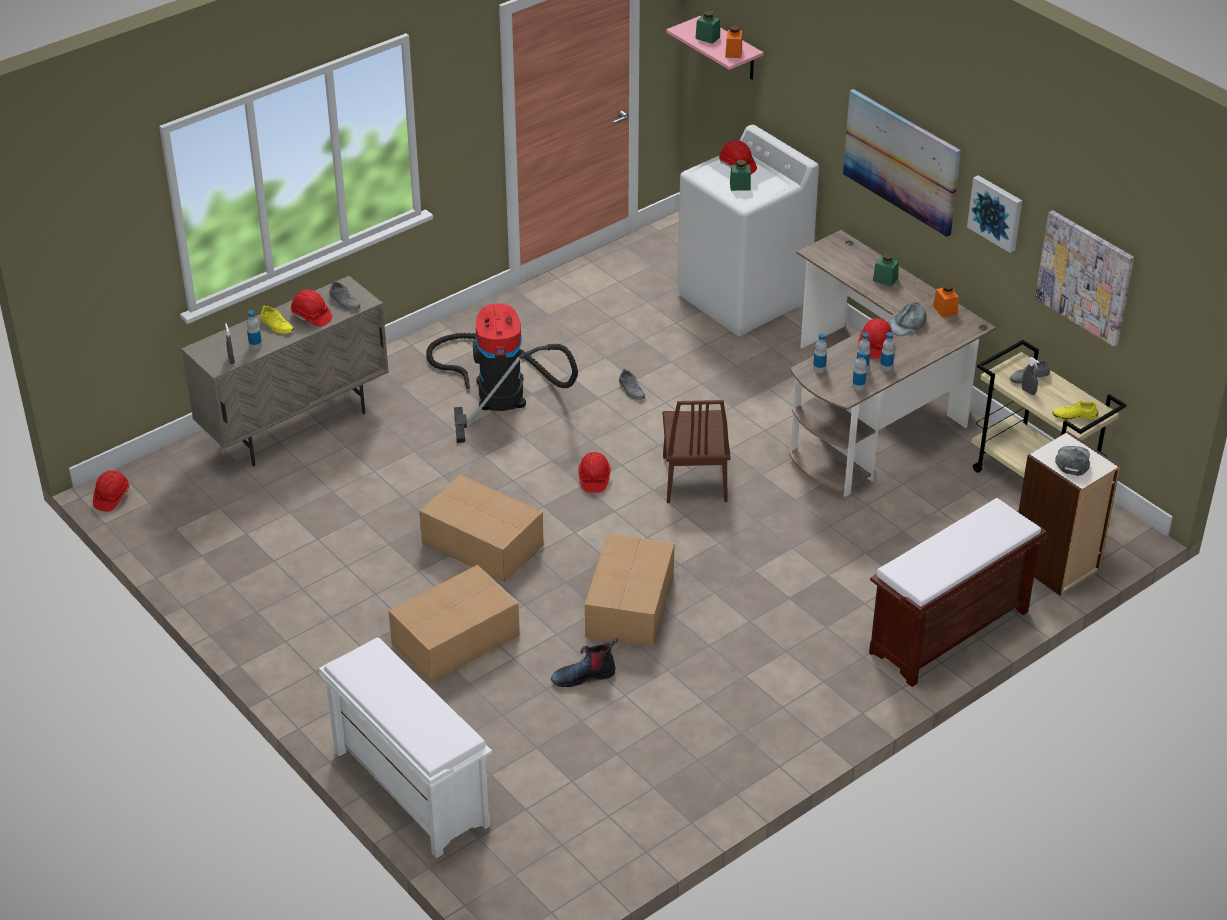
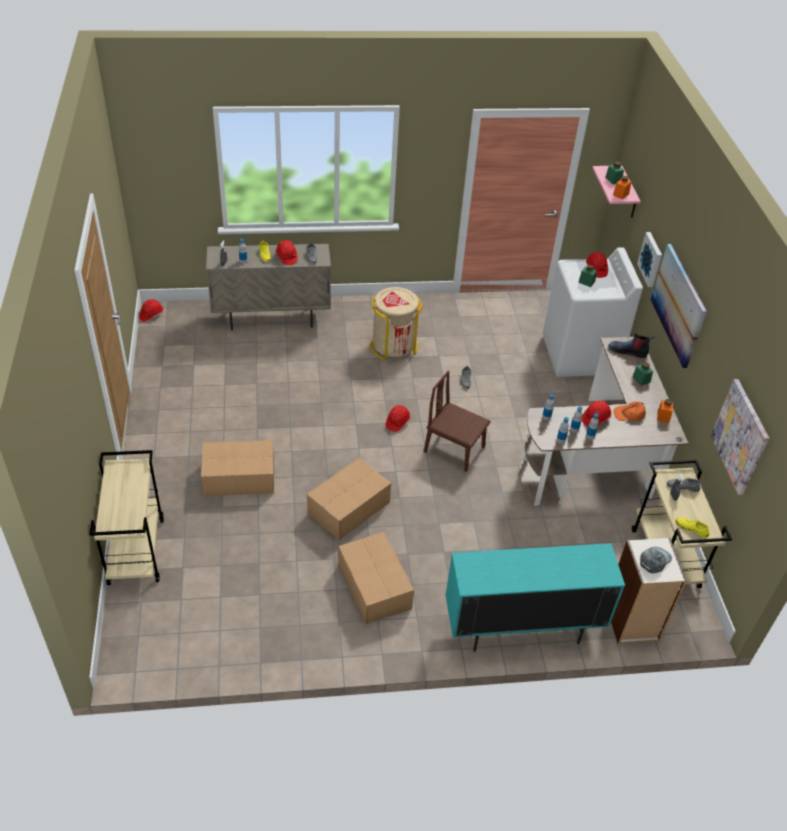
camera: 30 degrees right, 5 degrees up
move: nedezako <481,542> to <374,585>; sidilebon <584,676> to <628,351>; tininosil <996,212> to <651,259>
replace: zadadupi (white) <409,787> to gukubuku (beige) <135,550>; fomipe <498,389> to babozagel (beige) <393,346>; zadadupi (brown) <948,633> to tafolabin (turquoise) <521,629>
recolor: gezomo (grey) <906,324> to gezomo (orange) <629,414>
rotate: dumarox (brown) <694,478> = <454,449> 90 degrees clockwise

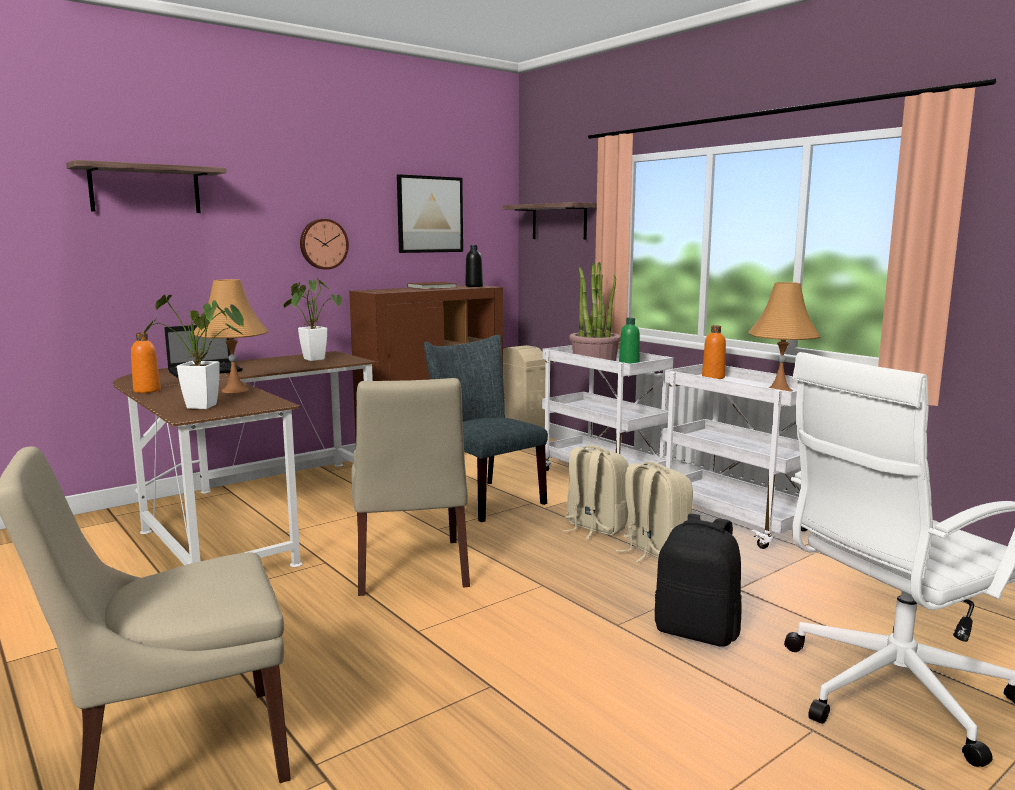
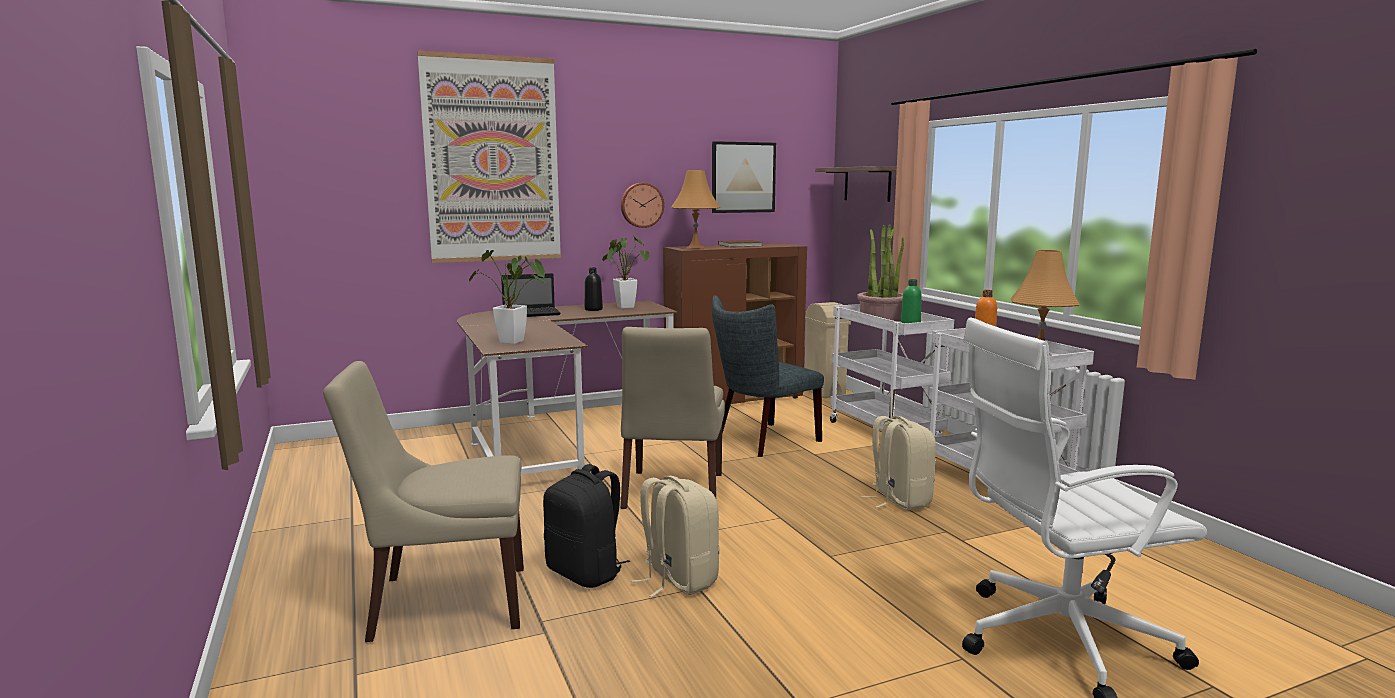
camera: 15 degrees right, 0 degrees up
delete: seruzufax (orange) <147,390>
move: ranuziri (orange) <235,390> to <695,248>; seruzufax (black) <474,286> to <593,309>; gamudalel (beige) <594,528> to <678,580>; gamudalel (black) <697,632> to <586,573>
replace: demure <145,189> to tininosil <492,160>
rotate: dumarox (grey) <482,498> = <762,441> 105 degrees counterclockwise

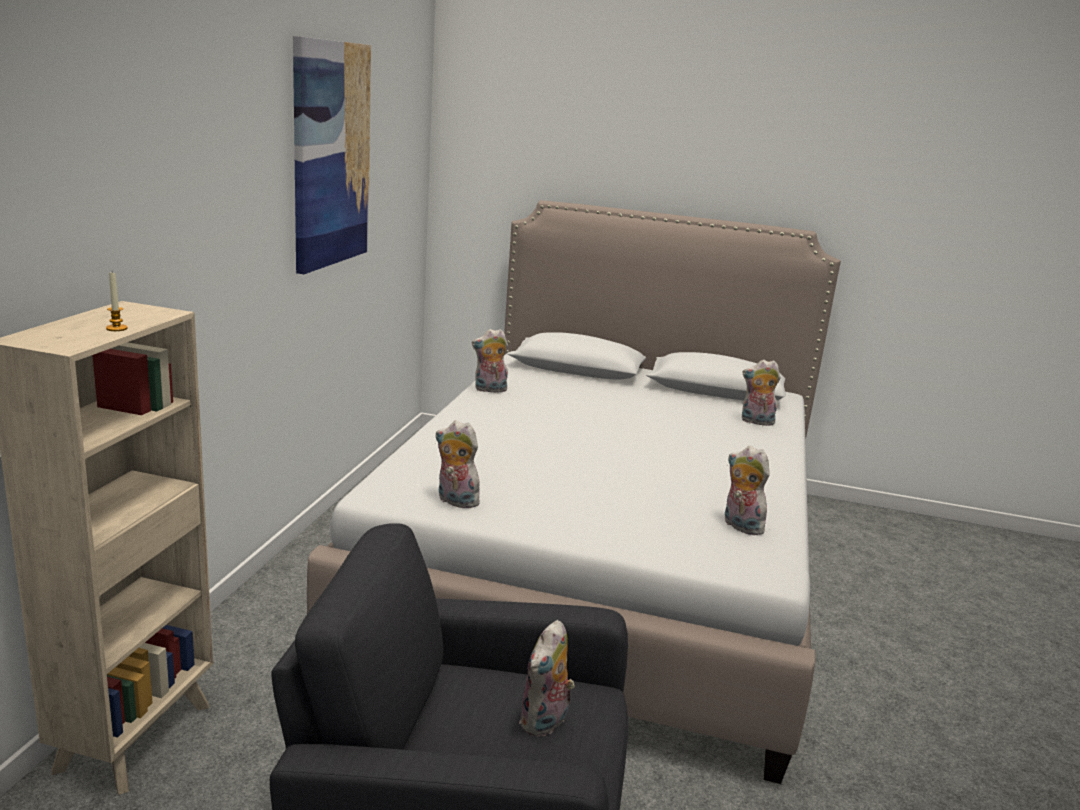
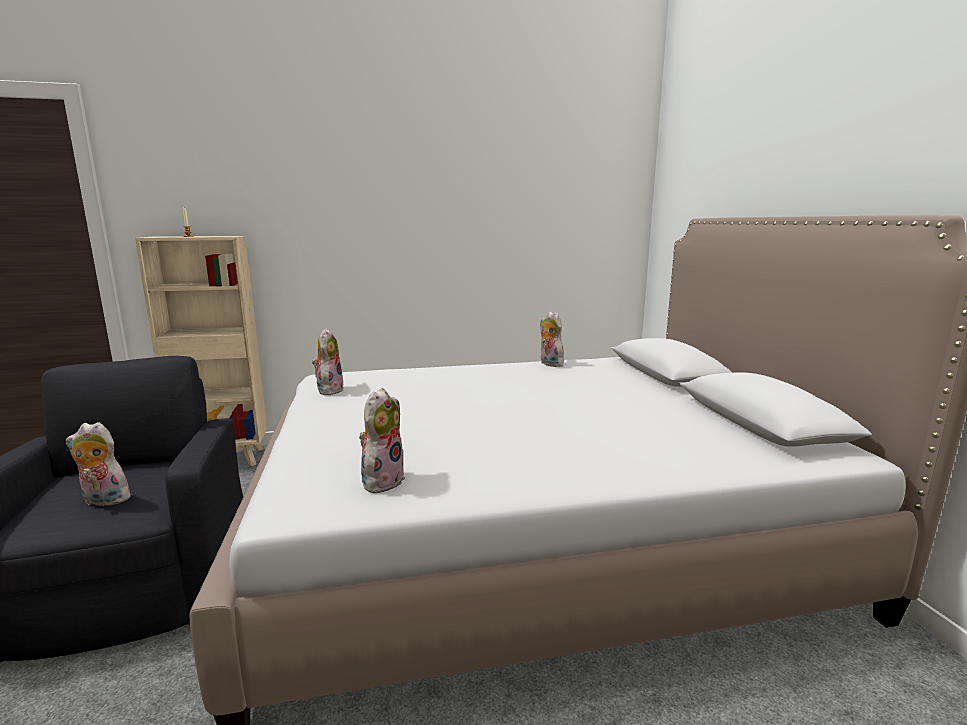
camera: 65 degrees right, 5 degrees down
delete: tininosil <330,155>; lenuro <756,422>

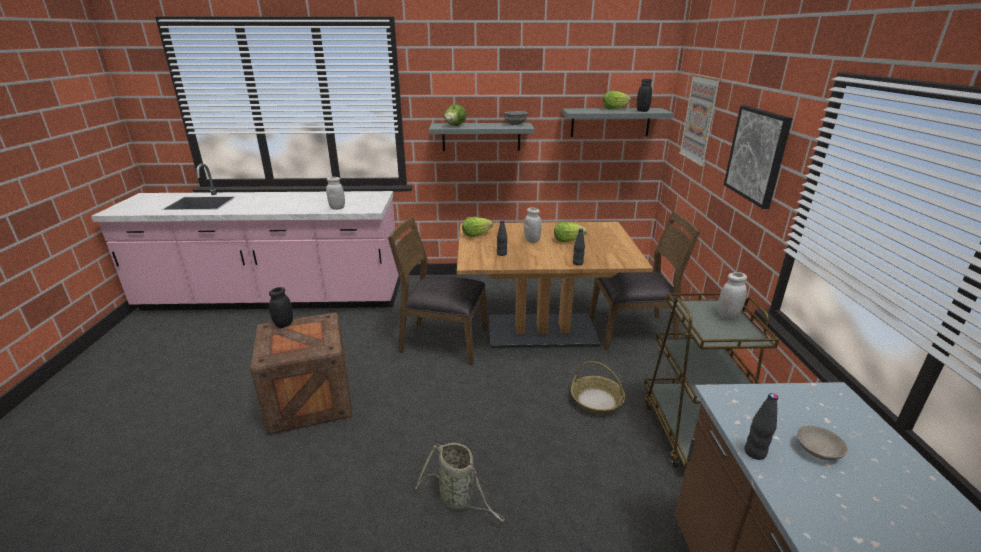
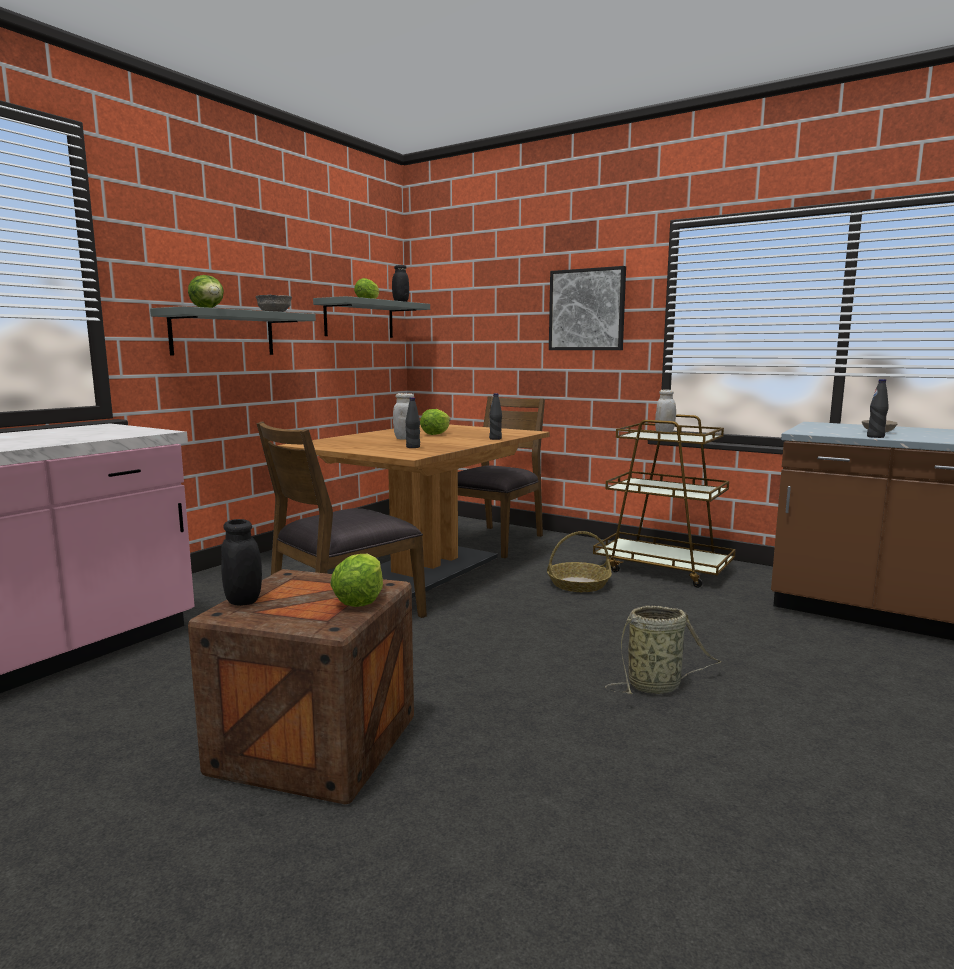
camera: 55 degrees left, 15 degrees down
delete: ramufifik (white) <337,208>; tininosil <699,119>
move: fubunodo <475,235> to <360,600>

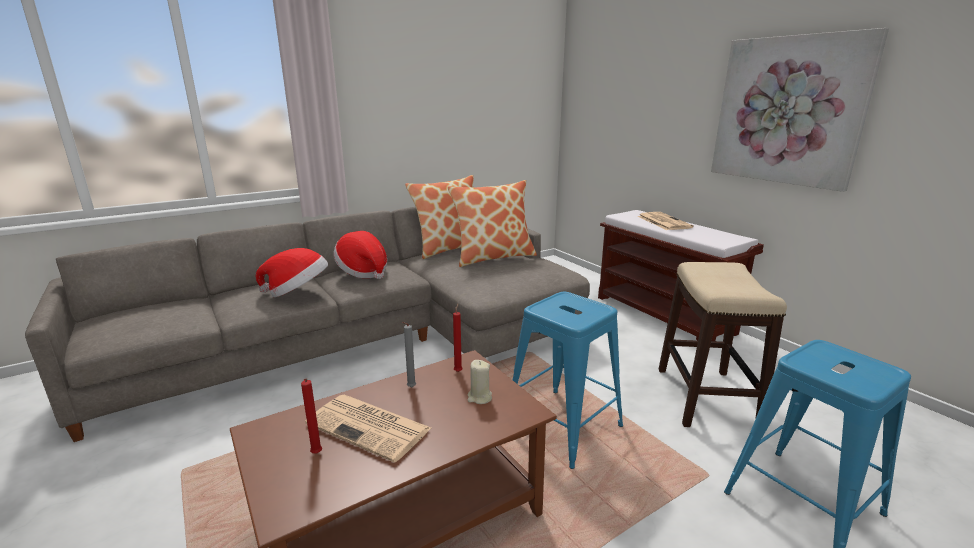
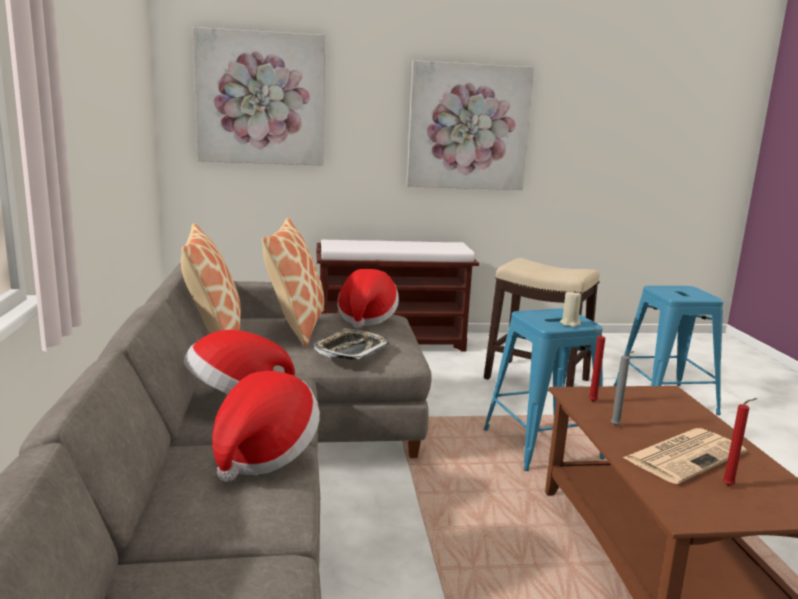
camera: 65 degrees left, 5 degrees down
delete: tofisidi <663,222>
insert: tininosil <260,98>; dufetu <351,350>; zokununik <366,318>
move: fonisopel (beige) <479,397> to <570,323>

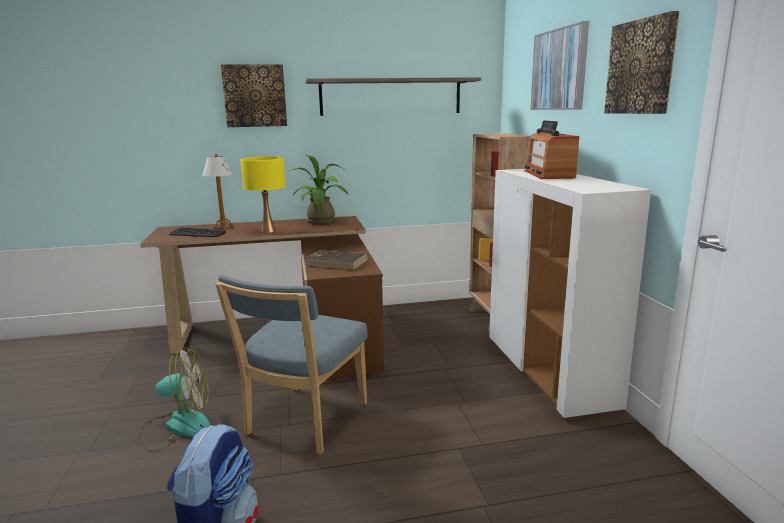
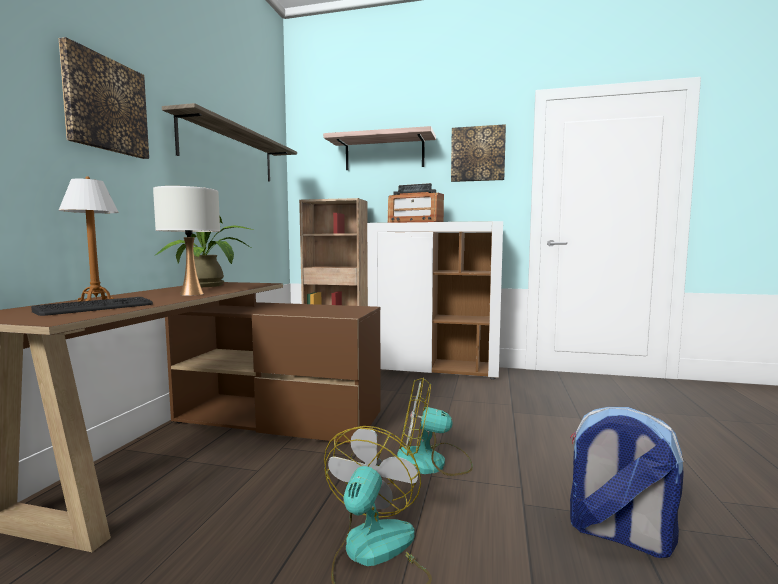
camera: 65 degrees left, 10 degrees down
delete: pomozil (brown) <338,262>
replace: dumarox (blue) <303,421> to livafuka <433,462>; tininosil <559,70> to demure <384,153>
recolor: ranuziri (yellow) <268,231> to ranuziri (white) <191,294>

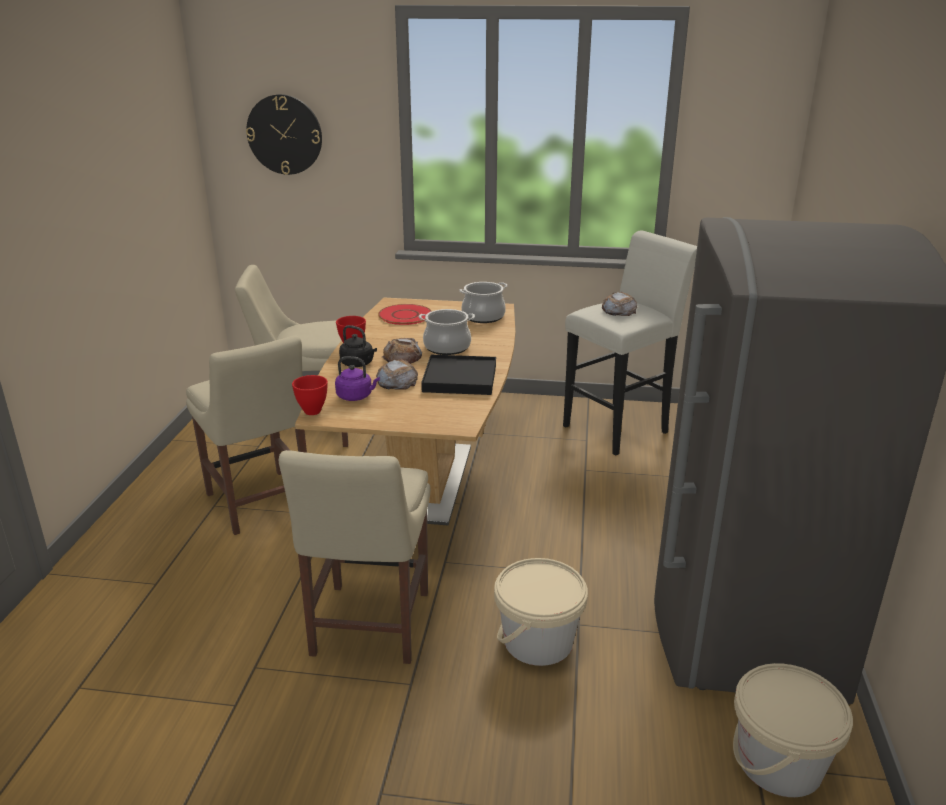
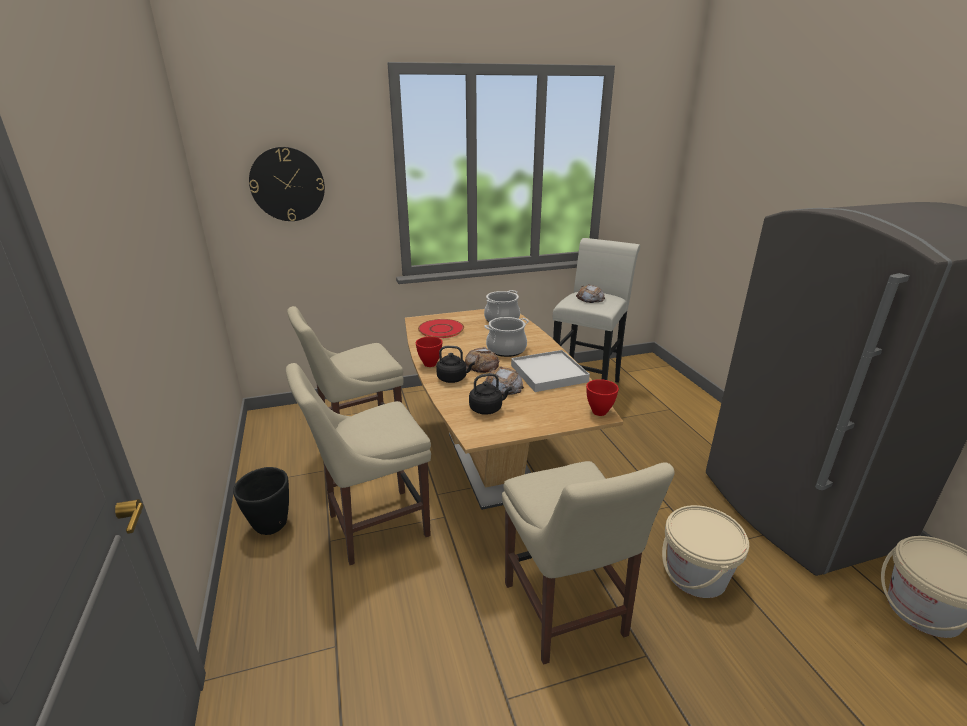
camera: 25 degrees left, 0 degrees up
insert: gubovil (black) <270,525>
move: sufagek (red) <312,411> to <598,411>
recolor: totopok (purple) <356,396> to totopok (black) <487,409>; dufetu (black) <460,378> to dufetu (white) <549,373>
rotate: dumarox (beige) <260,504> = <373,526> 120 degrees clockwise

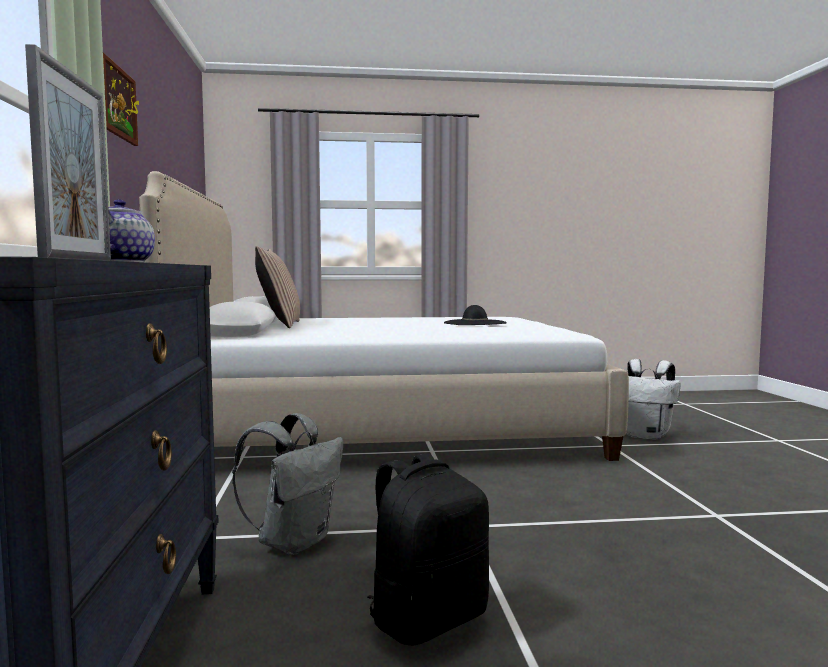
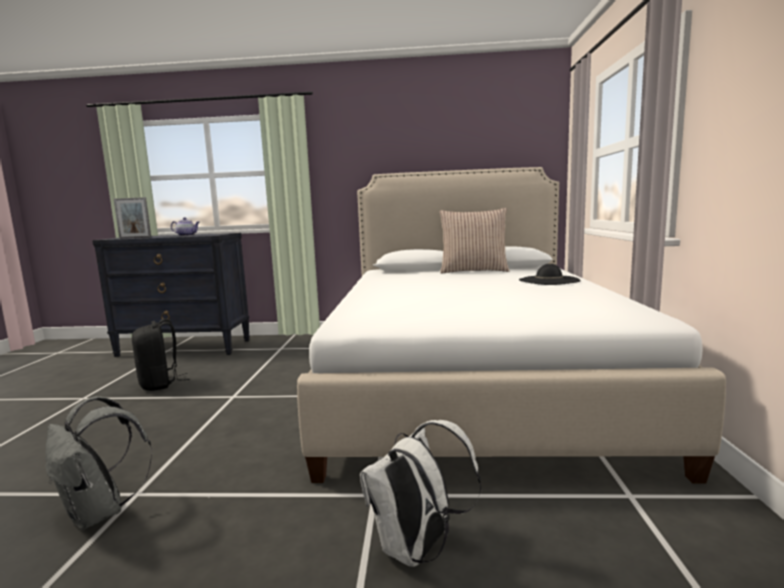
camera: 100 degrees right, 5 degrees up
delete: tininosil <117,102>
move: gamudalel (grey) <294,542> to <100,513>; zokununik (black) <475,323> to <549,280>

